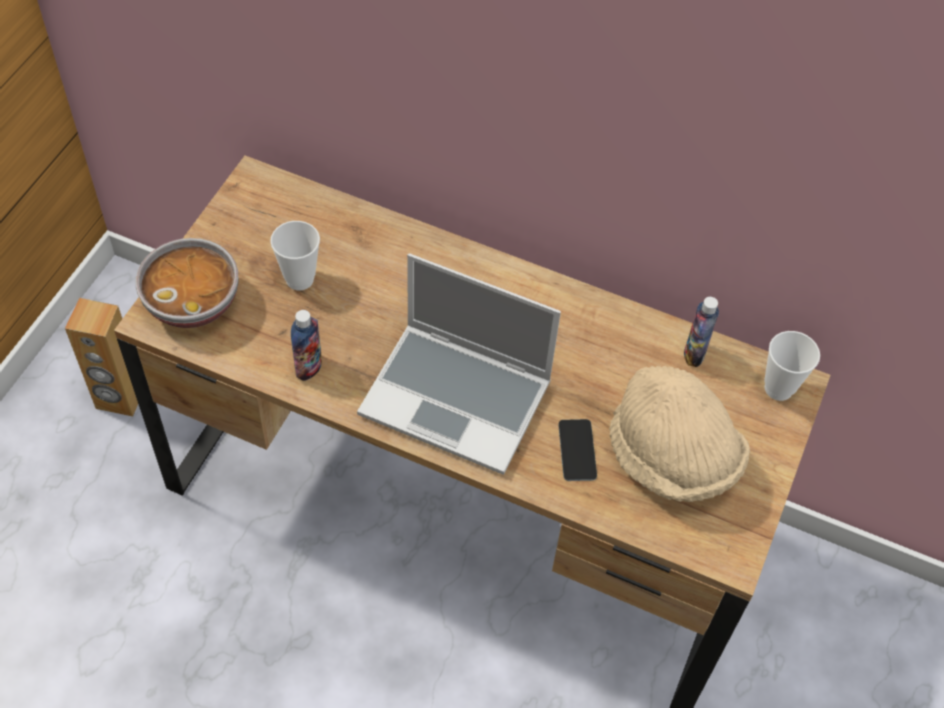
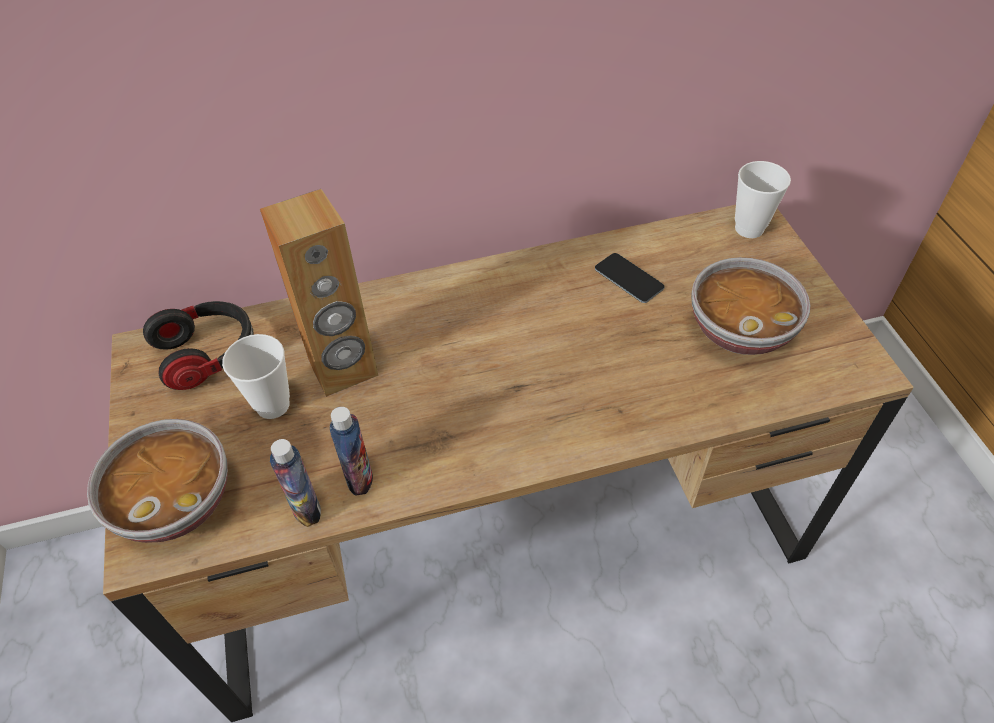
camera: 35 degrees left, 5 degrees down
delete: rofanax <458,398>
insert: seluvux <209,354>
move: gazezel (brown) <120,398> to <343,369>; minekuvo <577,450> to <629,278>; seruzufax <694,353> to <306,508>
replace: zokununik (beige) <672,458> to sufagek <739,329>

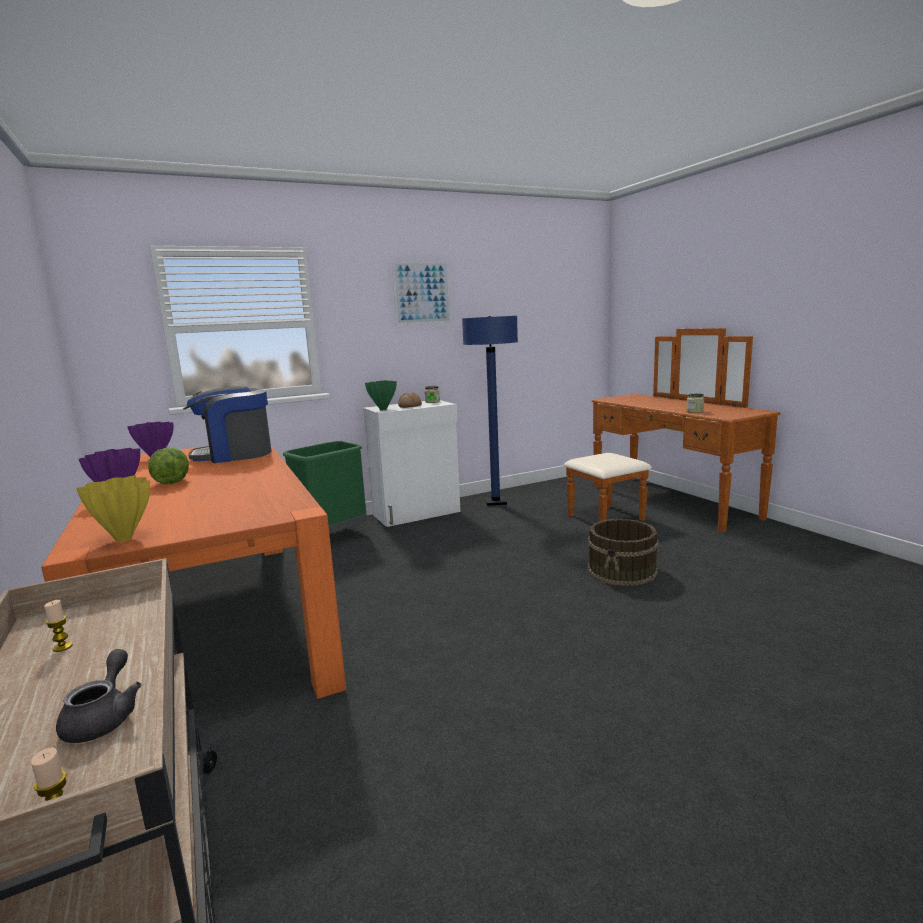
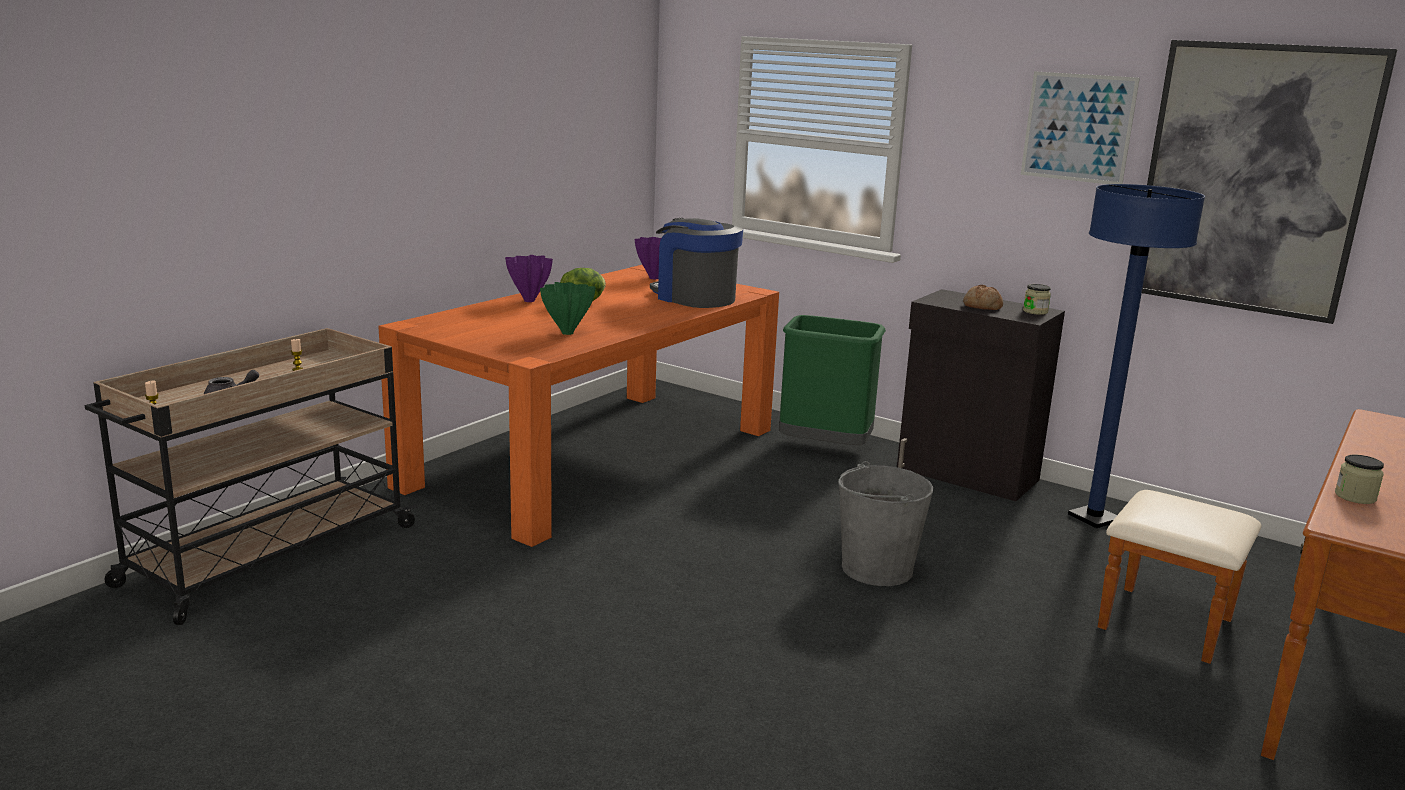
camera: 60 degrees right, 5 degrees up
delete: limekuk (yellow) <124,539>; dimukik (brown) <622,570>
insert: dimukik (grey) <876,569>; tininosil <1253,179>
move: limekuk (green) <383,410> to <566,333>
recolor: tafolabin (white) <417,513> to tafolabin (black) <967,475>

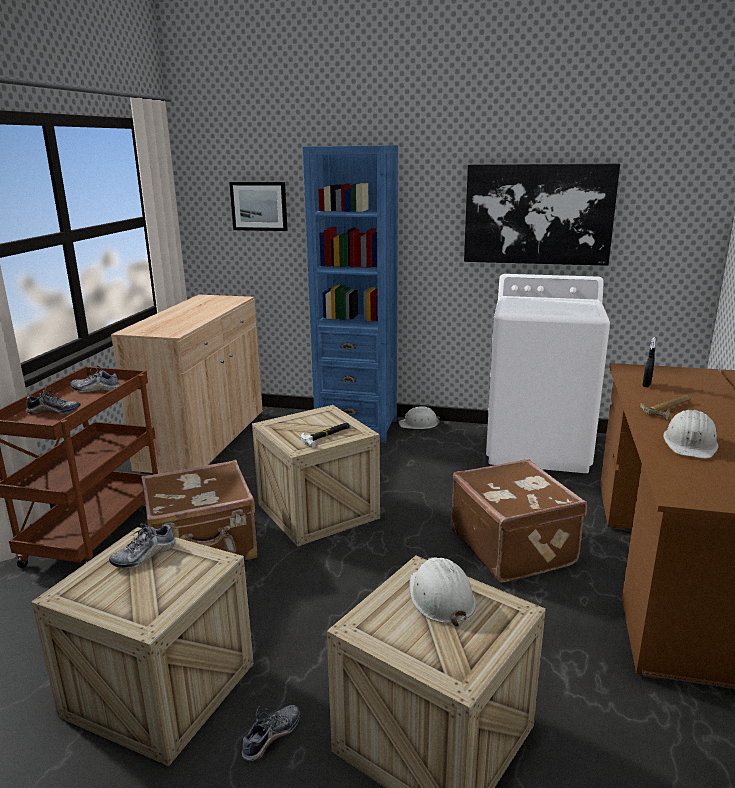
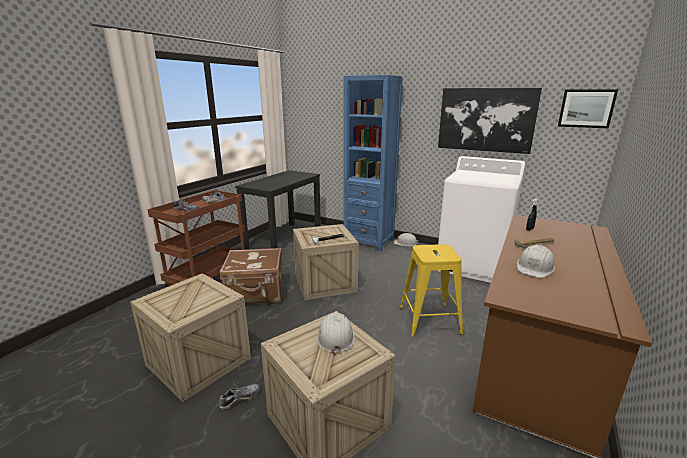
camera: 15 degrees right, 0 degrees up
delete: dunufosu <144,555>
move: tininosil <259,206> to <586,108>
replace: tafolabin (beige) <204,440> to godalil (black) <284,238>; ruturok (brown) <513,547> to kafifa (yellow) <429,320>

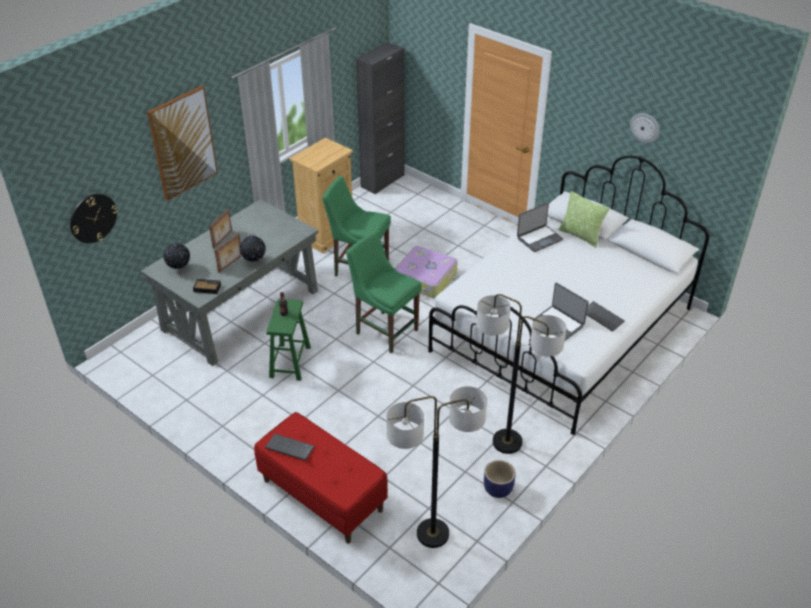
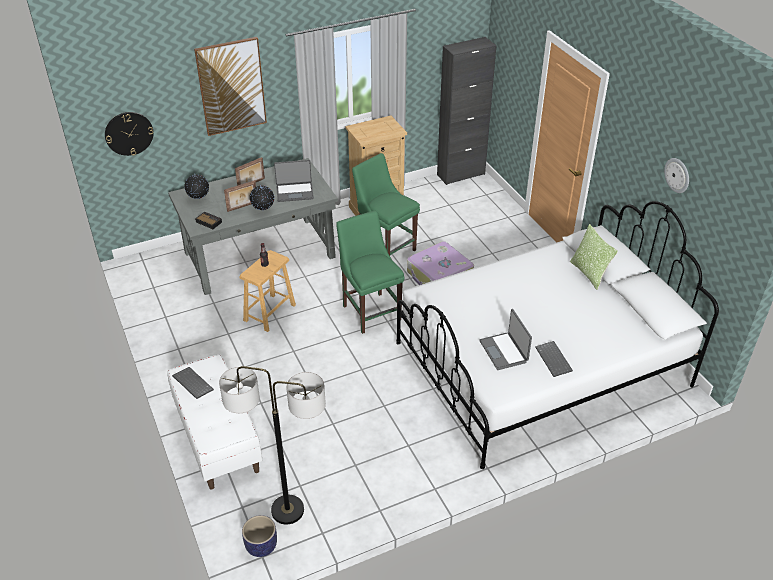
camera: 25 degrees right, 0 degrees up
delete: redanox <507,442>
move: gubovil <498,489> to <262,546>; rofanax <539,238> to <295,192>
recolor: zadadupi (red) <322,495> to zadadupi (white) <217,438>; kafifa (green) <290,362> to kafifa (brown) <270,313>

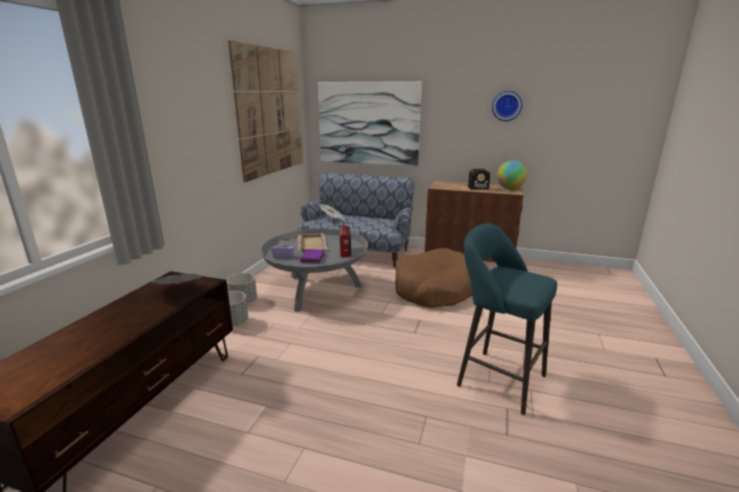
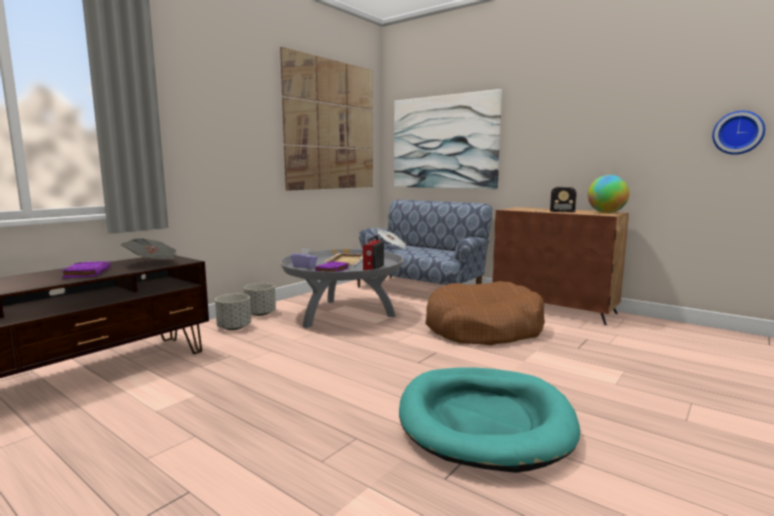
camera: 20 degrees right, 10 degrees down
insert: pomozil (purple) <87,273>
move: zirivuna <507,106> to <738,133>
replace: kafifa (turquoise) <496,378> to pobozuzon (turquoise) <484,420>

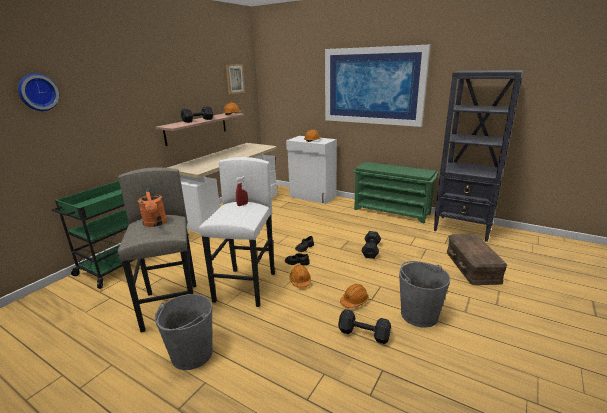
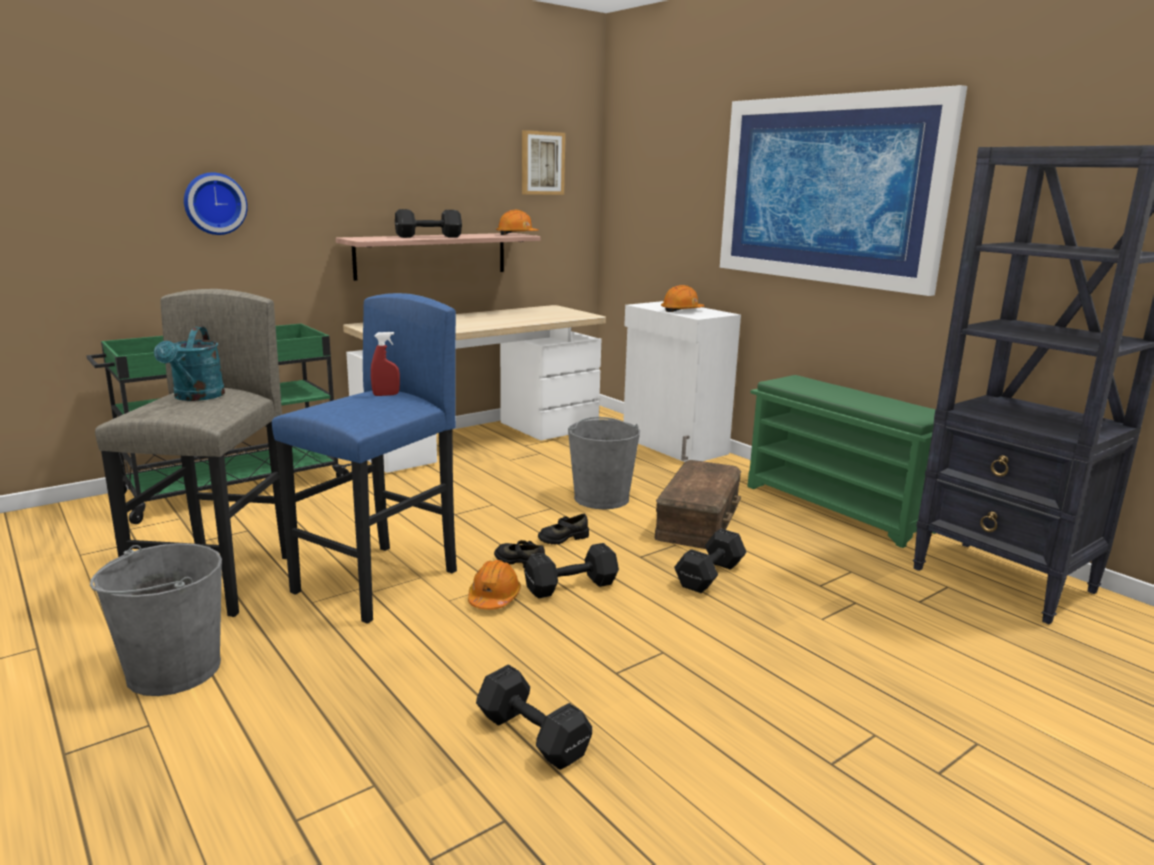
camera: 20 degrees right, 5 degrees down
delete: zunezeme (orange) <354,301>
insert: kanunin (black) <569,586>
move: zirivuna <37,92> to <214,203>; dimukik (grey) <419,314> to <601,498>; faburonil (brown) <471,266> to <696,520>
recolor: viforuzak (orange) <155,223> to viforuzak (turquoise) <196,397>; kafifa (white) <246,287> to kafifa (blue) <378,582>

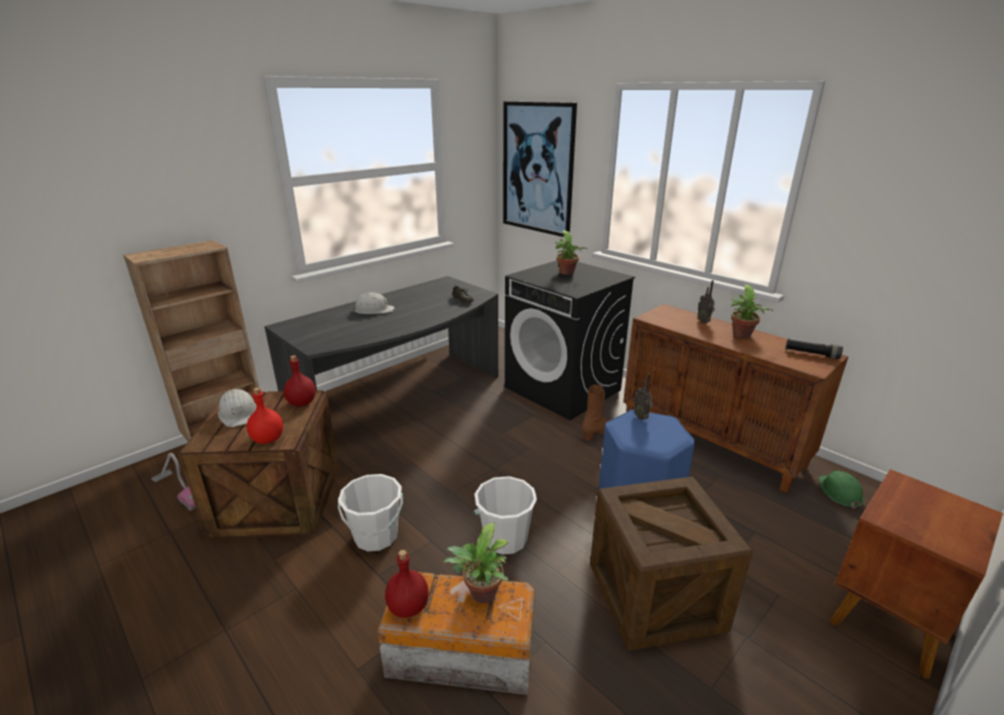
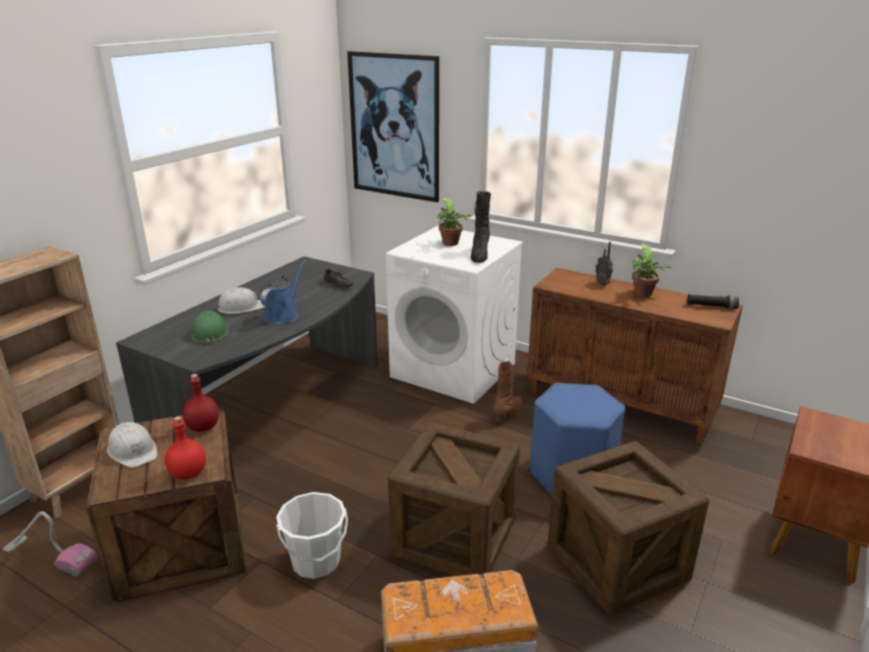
camera: 15 degrees left, 0 degrees up
delete: seruzufax (red) <408,606>; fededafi <481,595>; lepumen <641,417>
insert: viforuzak (blue) <283,315>; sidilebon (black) <479,255>
move: zunezeme (green) <839,492> to <210,333>
replace: dimukik (white) <505,539> to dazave <454,537>
recolor: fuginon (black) <563,389> to fuginon (white) <454,370>

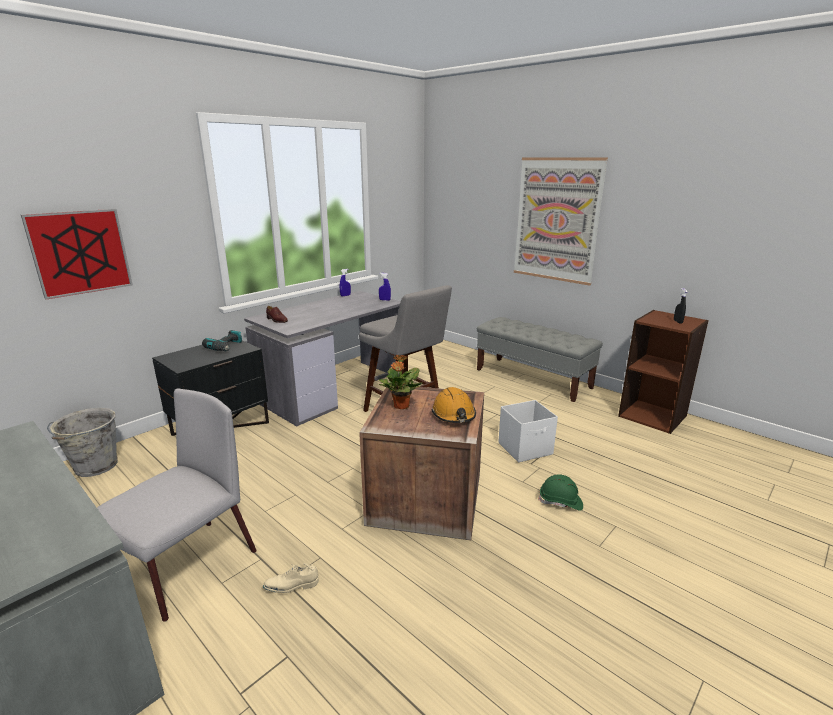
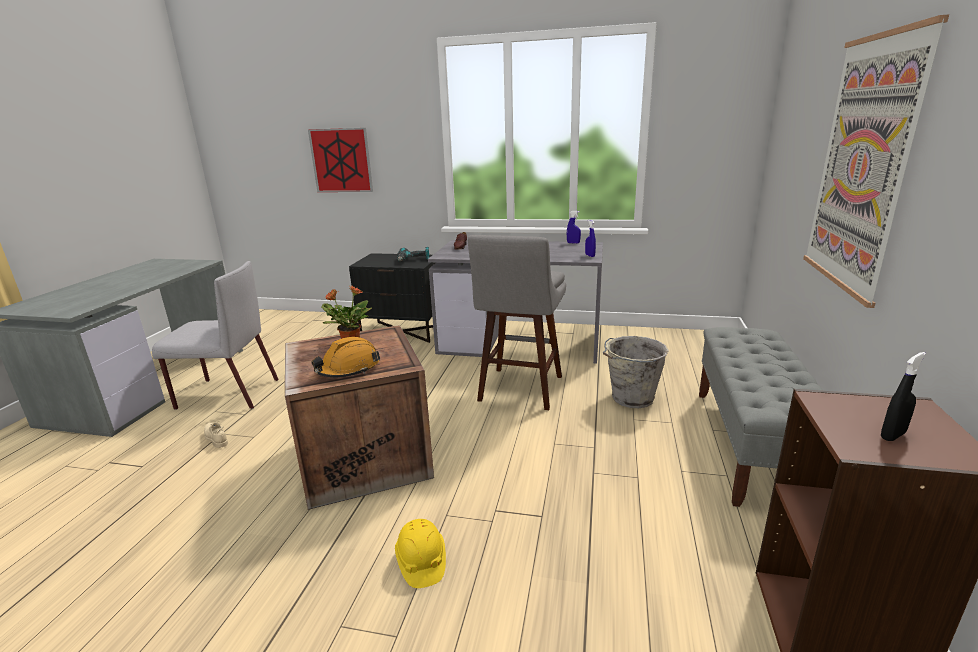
camera: 60 degrees right, 0 degrees up
delete: faburonil (white) <526,449>
move: dimukik (grey) <95,467> to <631,398>
recolor: zunezeme (green) <560,502> to zunezeme (yellow) <421,562>

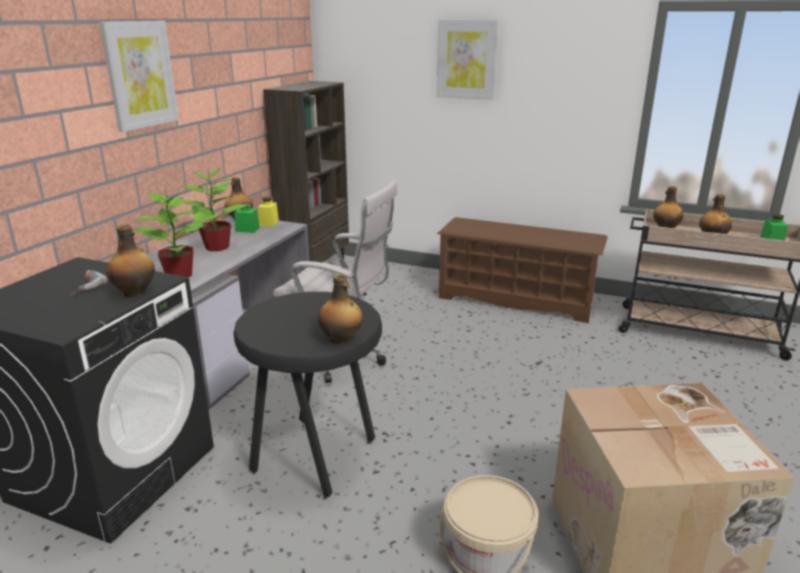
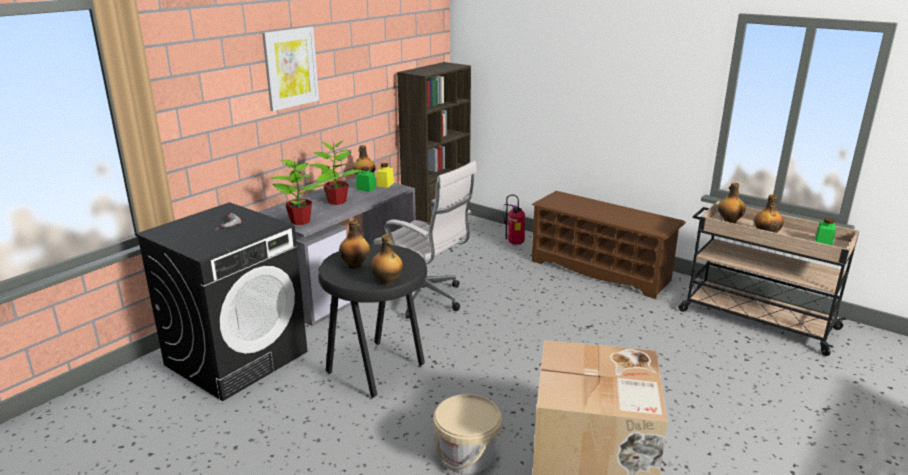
camera: 15 degrees right, 0 degrees up
delete: tininosil <466,59>
insert: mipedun <514,243>
move: seruzufax <135,293> to <355,265>

